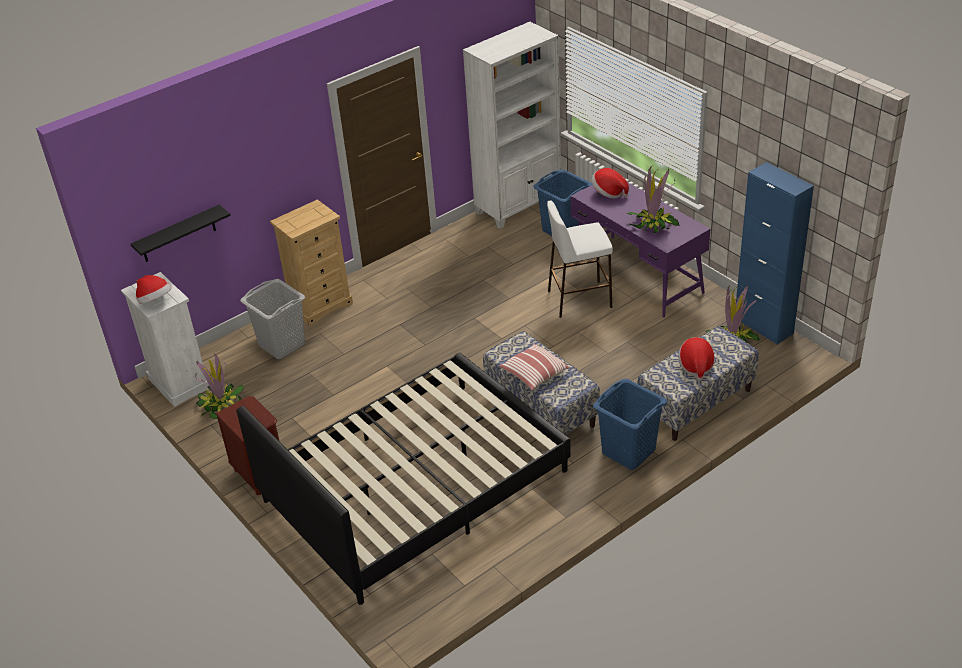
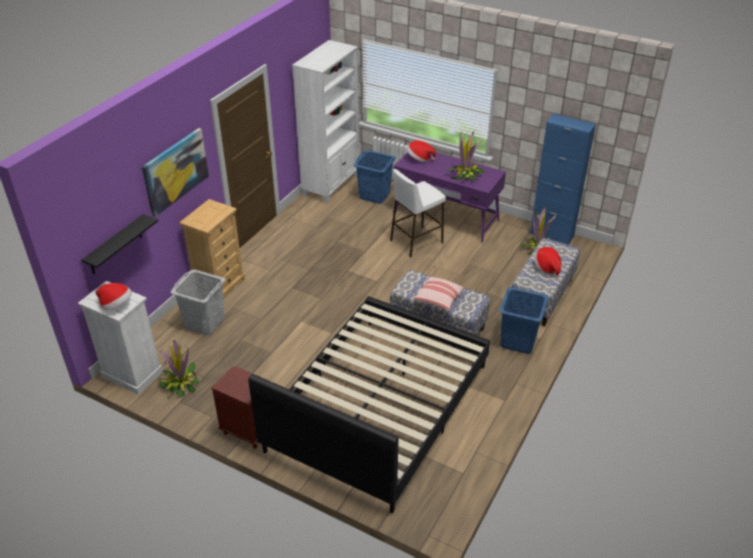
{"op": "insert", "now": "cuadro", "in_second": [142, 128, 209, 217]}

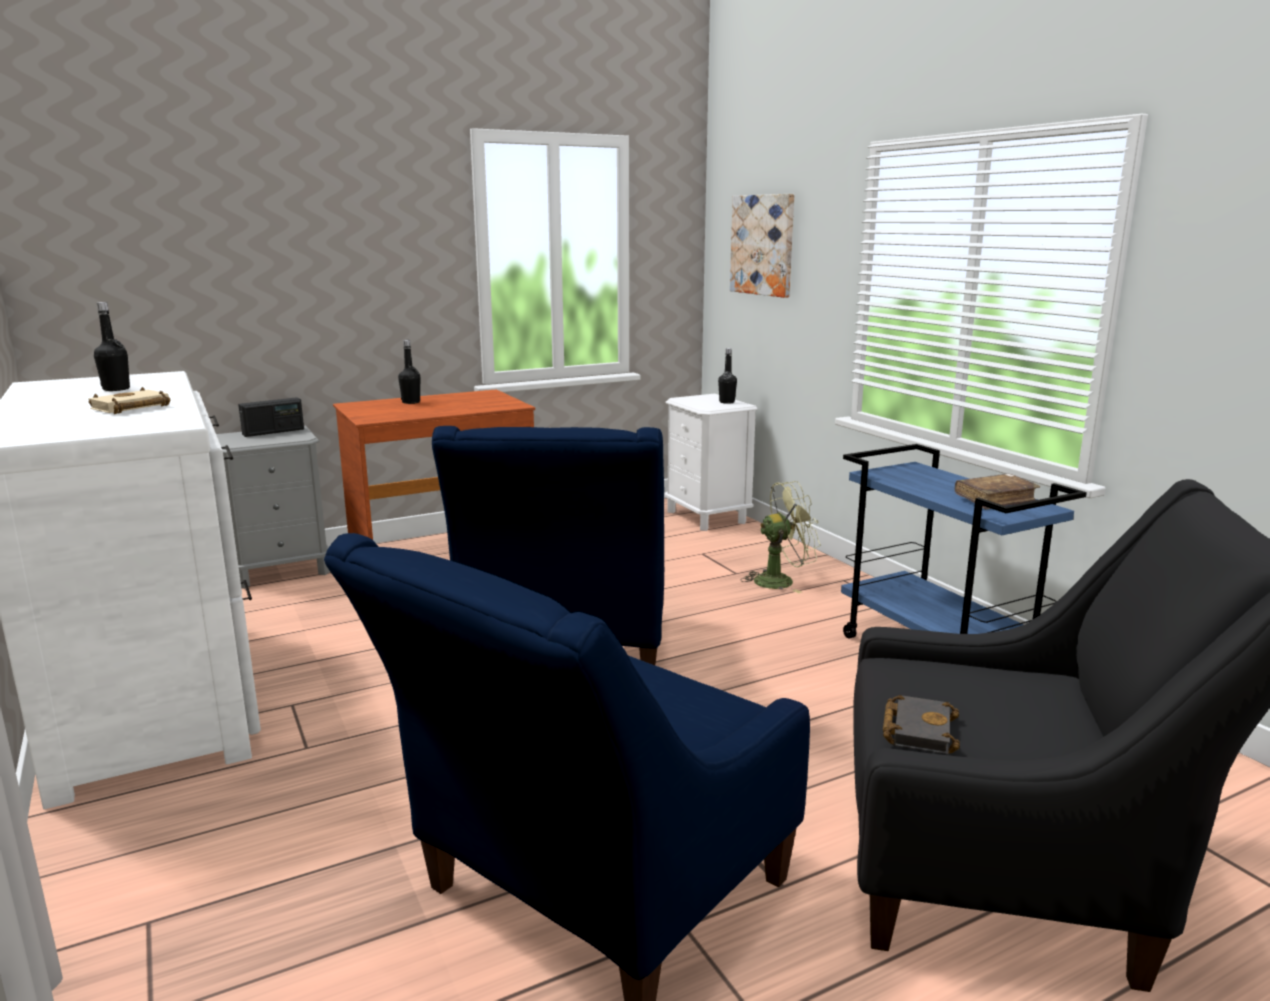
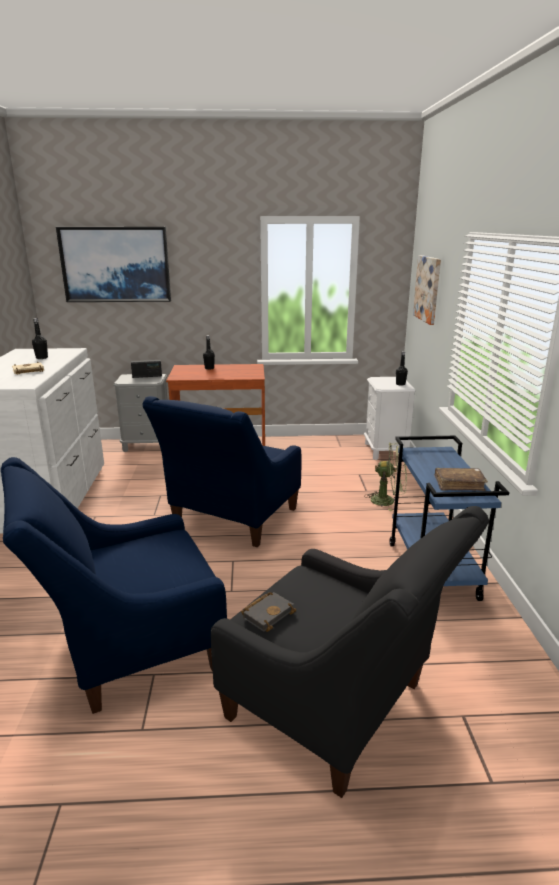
{"op": "insert", "now": "cuadro", "in_second": [56, 227, 171, 302]}

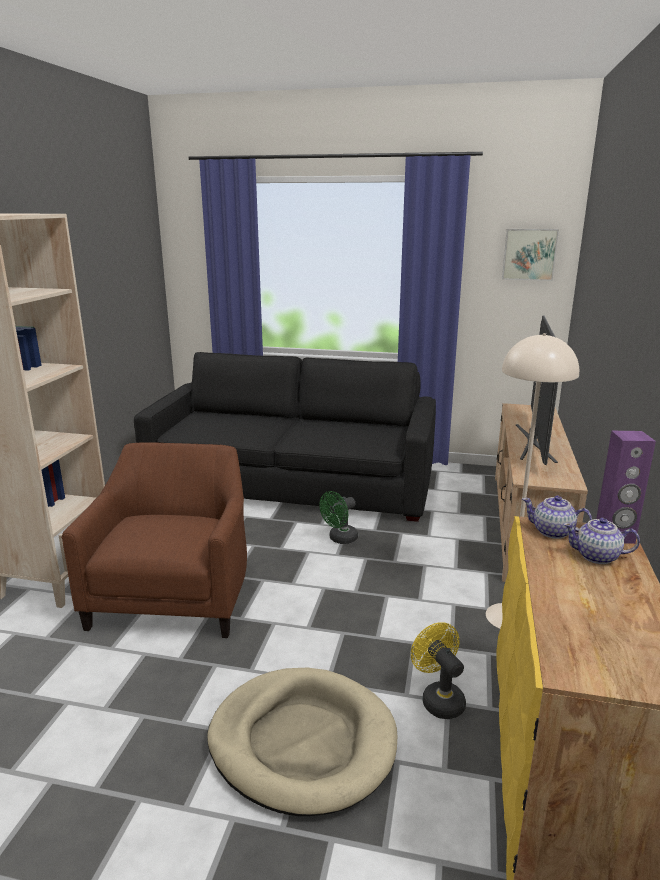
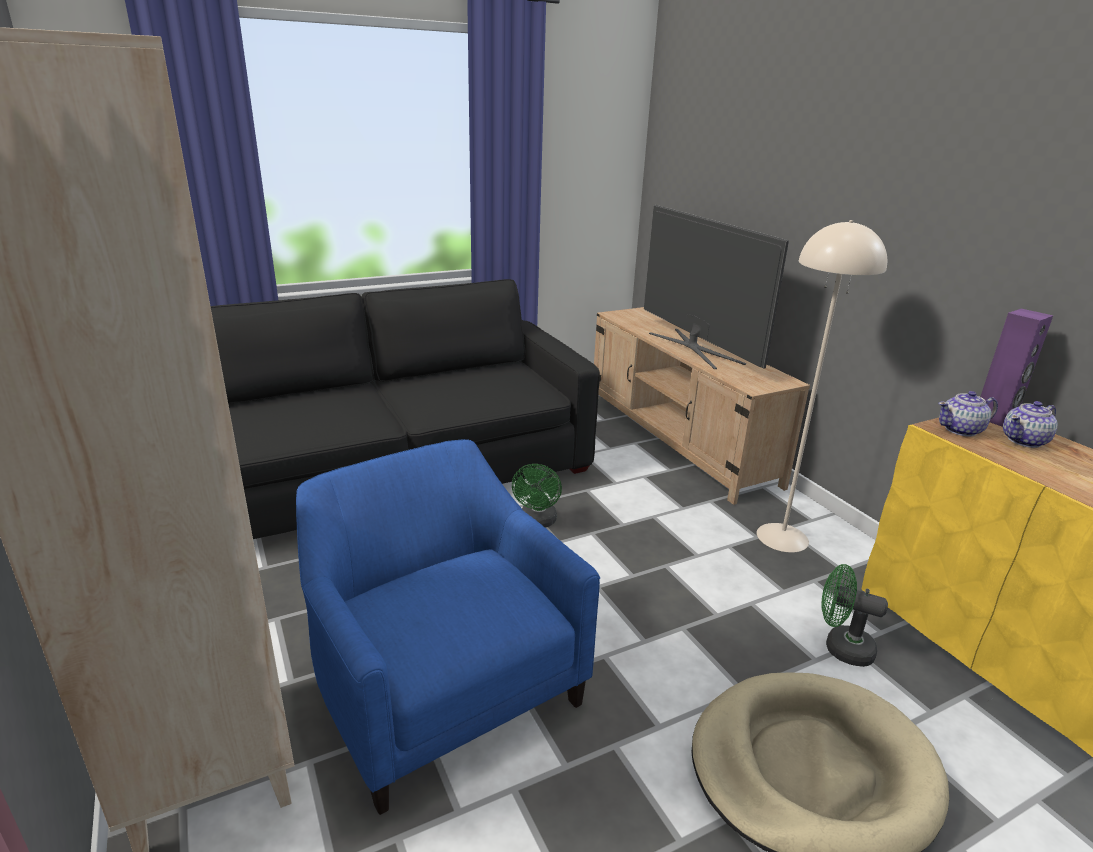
{"op": "delete", "was": "cuadro", "in_first": [502, 229, 559, 281]}
{"op": "recolor", "was": "sillón/marrón", "now": "sillón/azul", "in_first": [61, 442, 247, 638], "in_second": [296, 439, 600, 815]}
{"op": "recolor", "was": "ventilador/amarillo", "now": "ventilador/verde", "in_first": [411, 623, 466, 719], "in_second": [822, 564, 888, 667]}

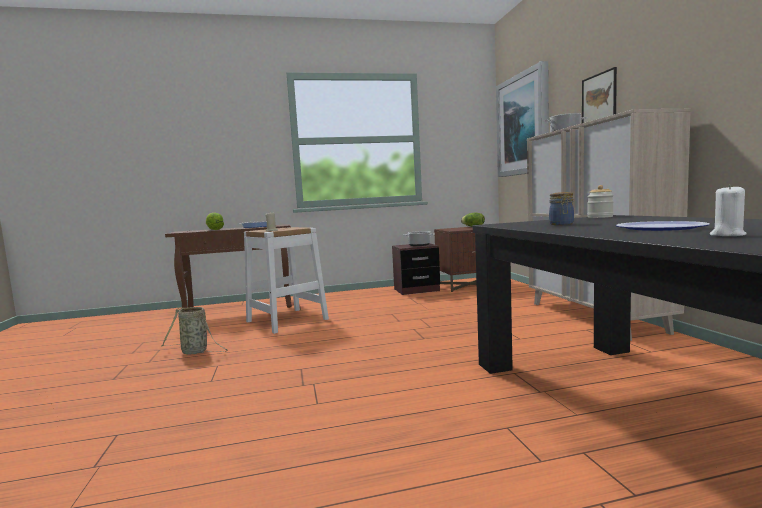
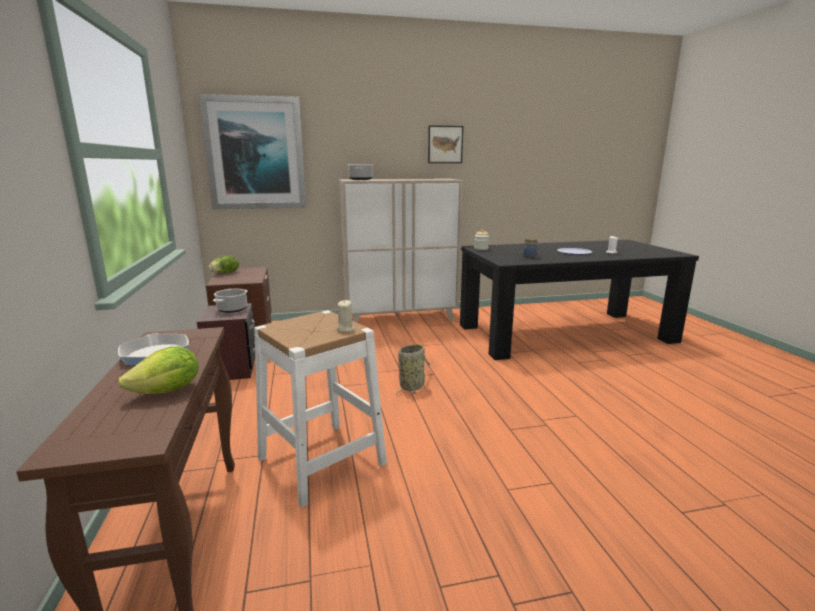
{"op": "move", "was": "cuadro", "in_first": [582, 67, 617, 123], "in_second": [428, 125, 463, 163]}
{"op": "move", "was": "cesta", "in_first": [161, 307, 227, 355], "in_second": [396, 344, 430, 396]}

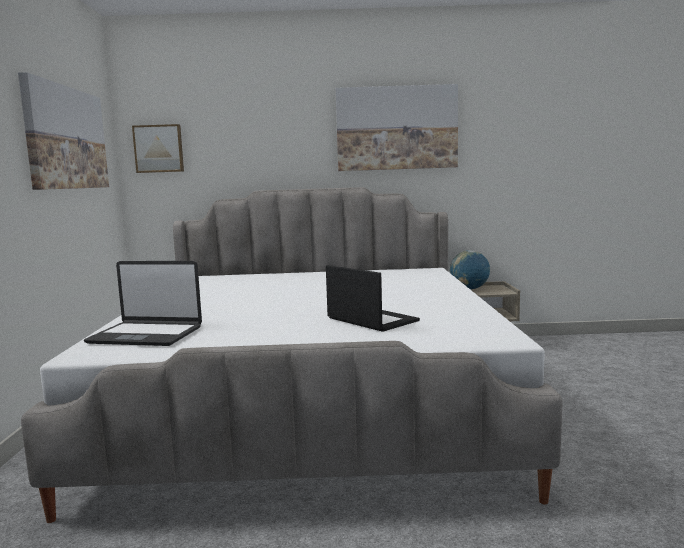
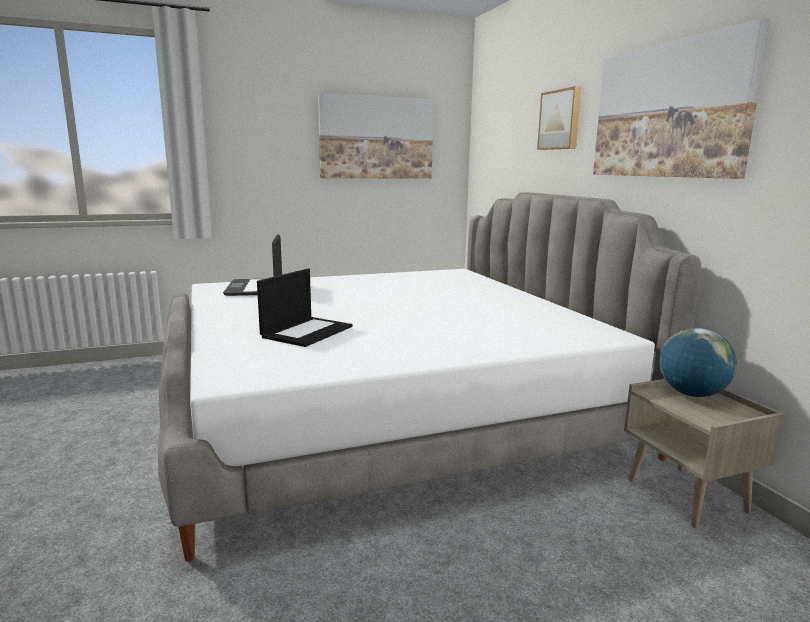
{"op": "move", "was": "cuadro", "in_first": [132, 124, 184, 173], "in_second": [537, 86, 581, 150]}

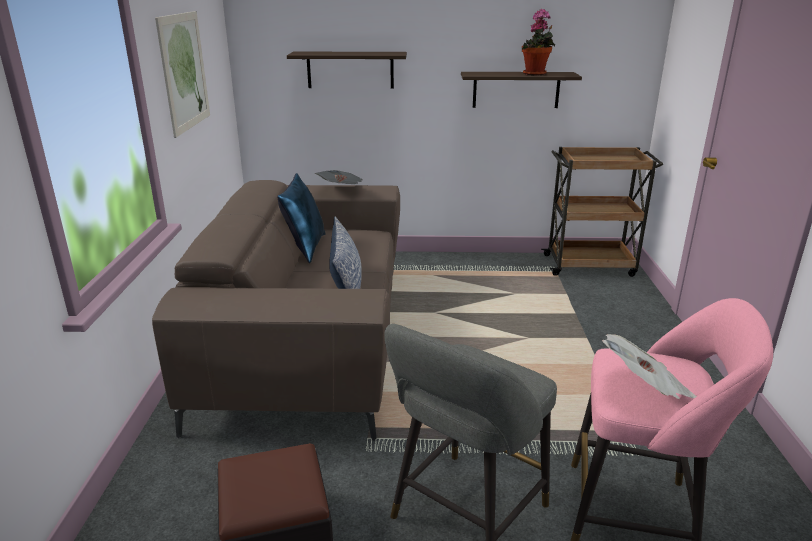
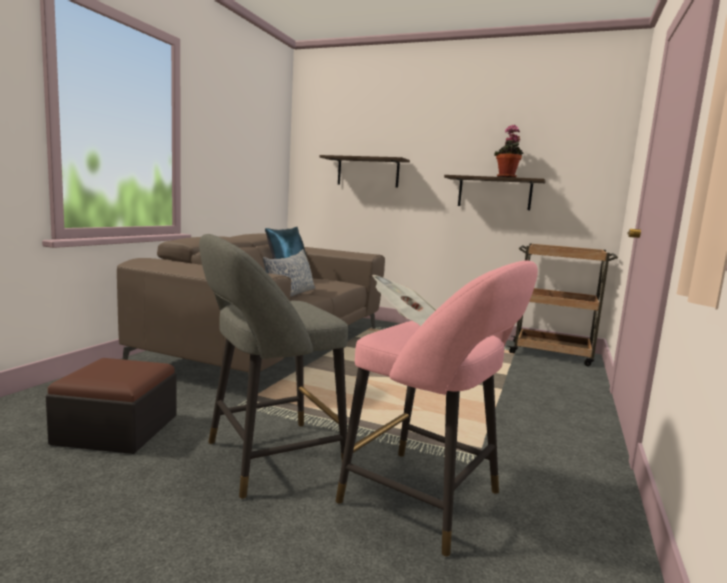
{"op": "delete", "was": "cuadro", "in_first": [155, 11, 210, 138]}
{"op": "delete", "was": "periódico", "in_first": [315, 170, 363, 184]}

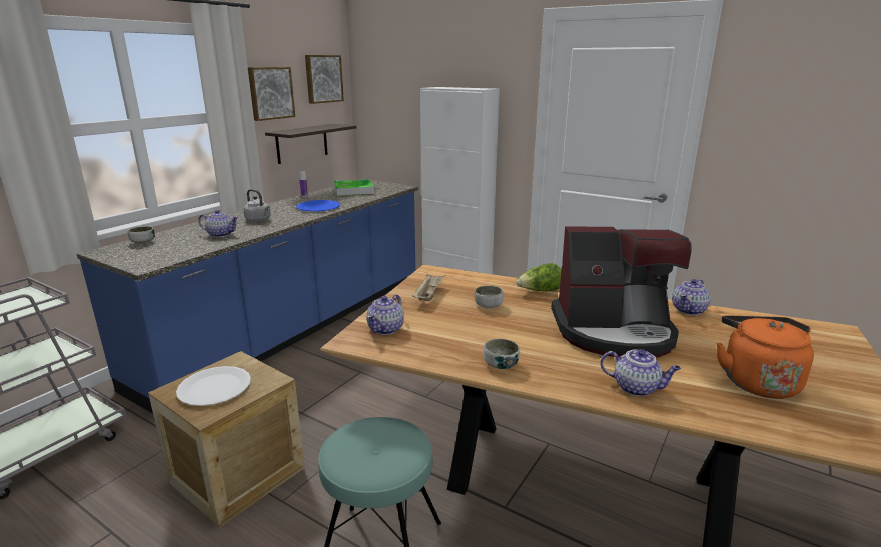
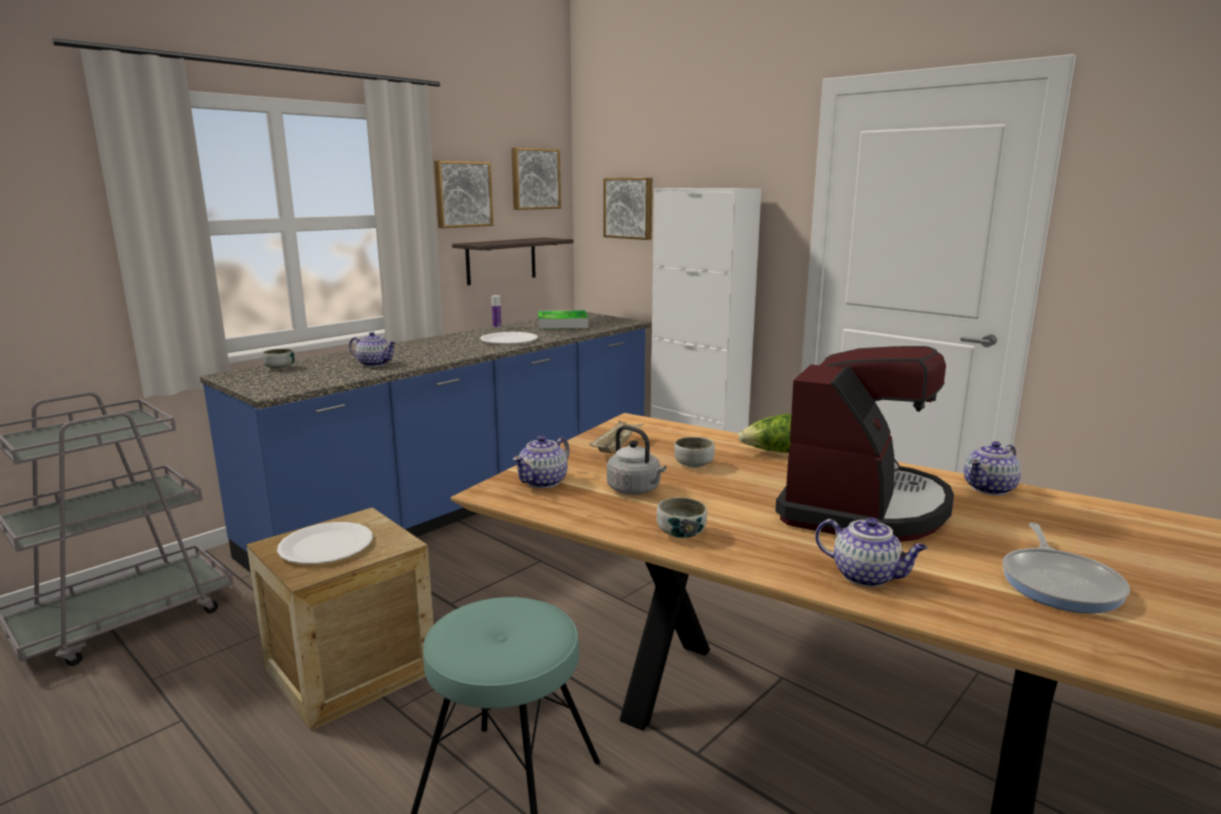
{"op": "move", "was": "hervidor/gris", "in_first": [243, 189, 271, 222], "in_second": [607, 425, 666, 495]}
{"op": "recolor", "was": "plato/azul", "now": "plato/blanco", "in_first": [296, 200, 341, 212], "in_second": [480, 332, 538, 345]}
{"op": "rotate", "was": "cafetera", "in_first": [551, 226, 692, 357], "in_second": [775, 346, 954, 542], "clockwise": -75}
{"op": "replace", "was": "hervidor/naranja", "now": "sartén", "in_first": [716, 315, 814, 399], "in_second": [1002, 523, 1130, 613]}
{"op": "insert", "now": "cuadro", "in_second": [603, 178, 652, 240]}

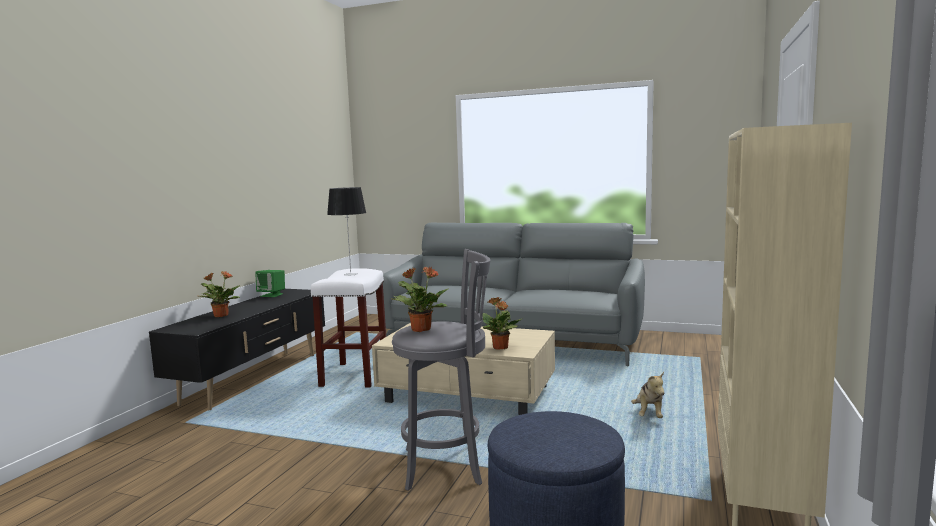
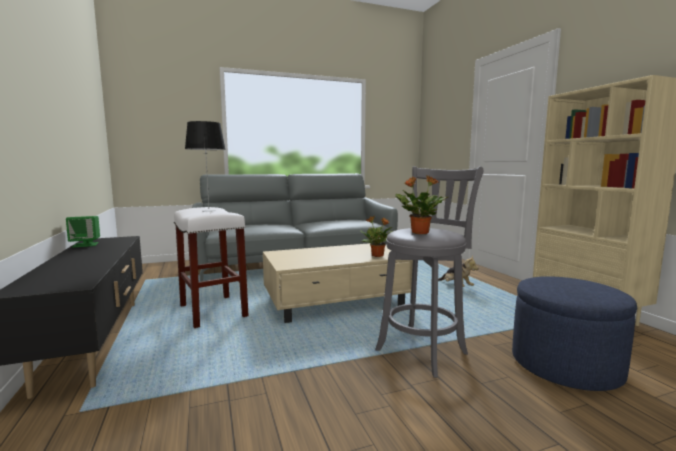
{"op": "delete", "was": "planta en maceta", "in_first": [199, 271, 240, 317]}

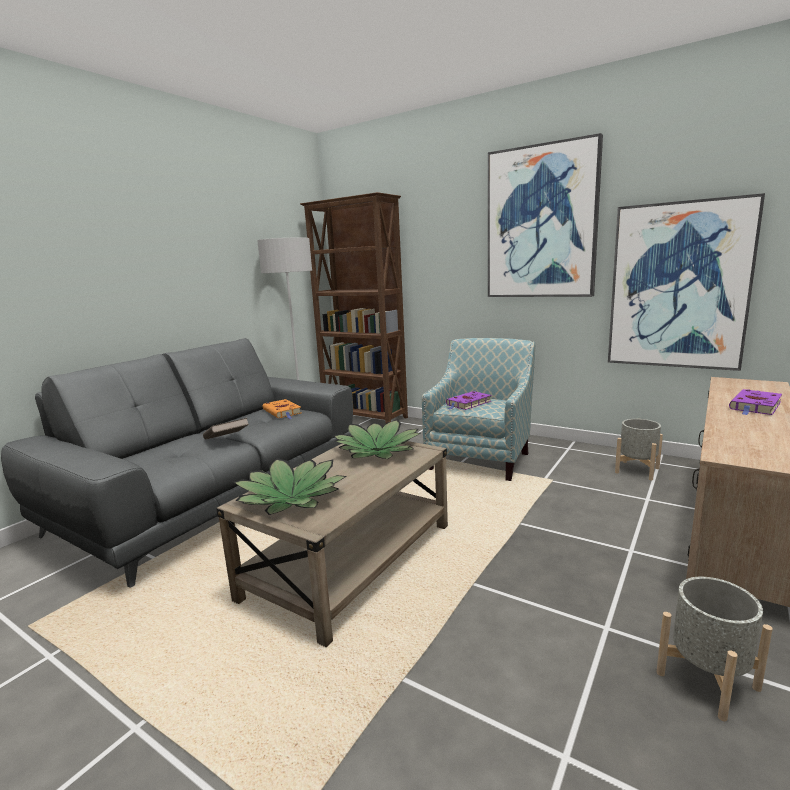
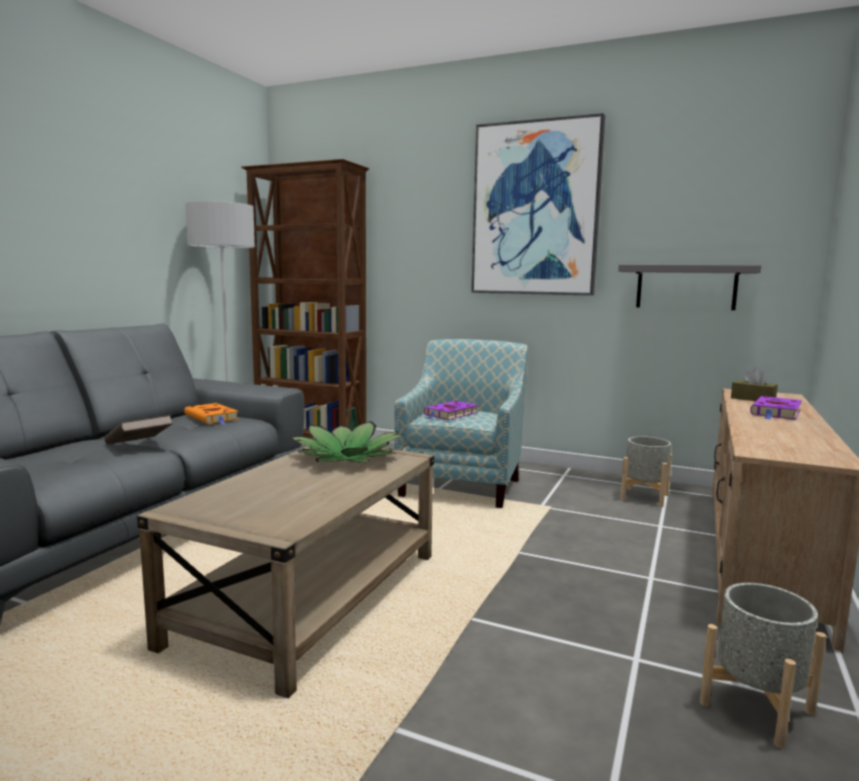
{"op": "replace", "was": "cuadro", "now": "estante/gris", "in_first": [608, 193, 765, 371], "in_second": [618, 264, 761, 310]}
{"op": "delete", "was": "planta en maceta", "in_first": [233, 458, 347, 515]}
{"op": "insert", "now": "caja de pañuelos/marrón", "in_second": [731, 368, 778, 401]}

